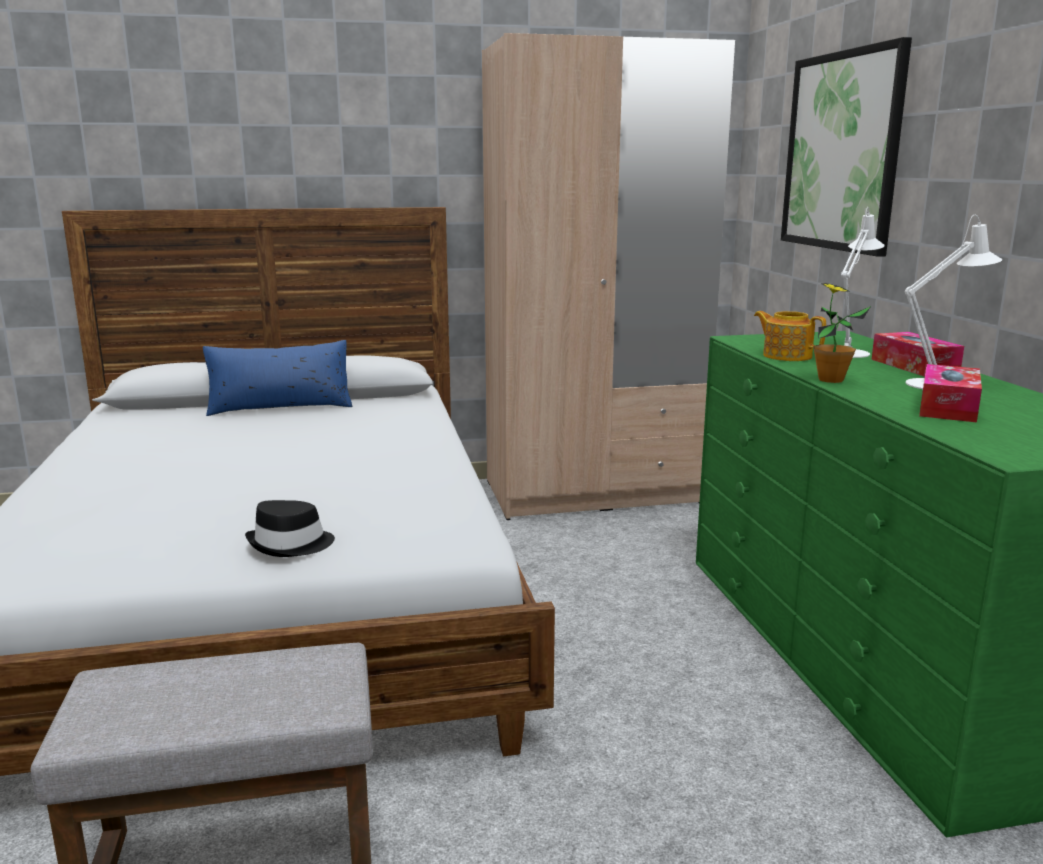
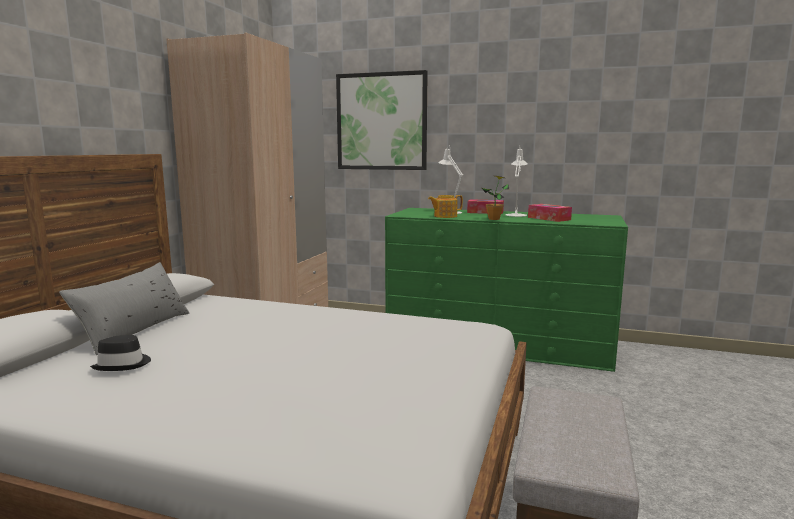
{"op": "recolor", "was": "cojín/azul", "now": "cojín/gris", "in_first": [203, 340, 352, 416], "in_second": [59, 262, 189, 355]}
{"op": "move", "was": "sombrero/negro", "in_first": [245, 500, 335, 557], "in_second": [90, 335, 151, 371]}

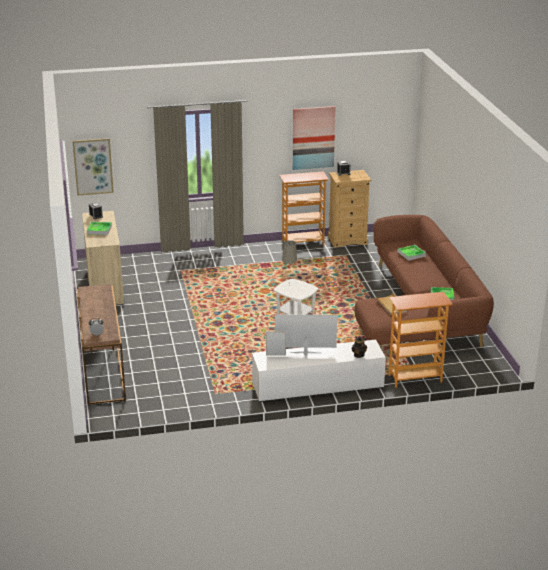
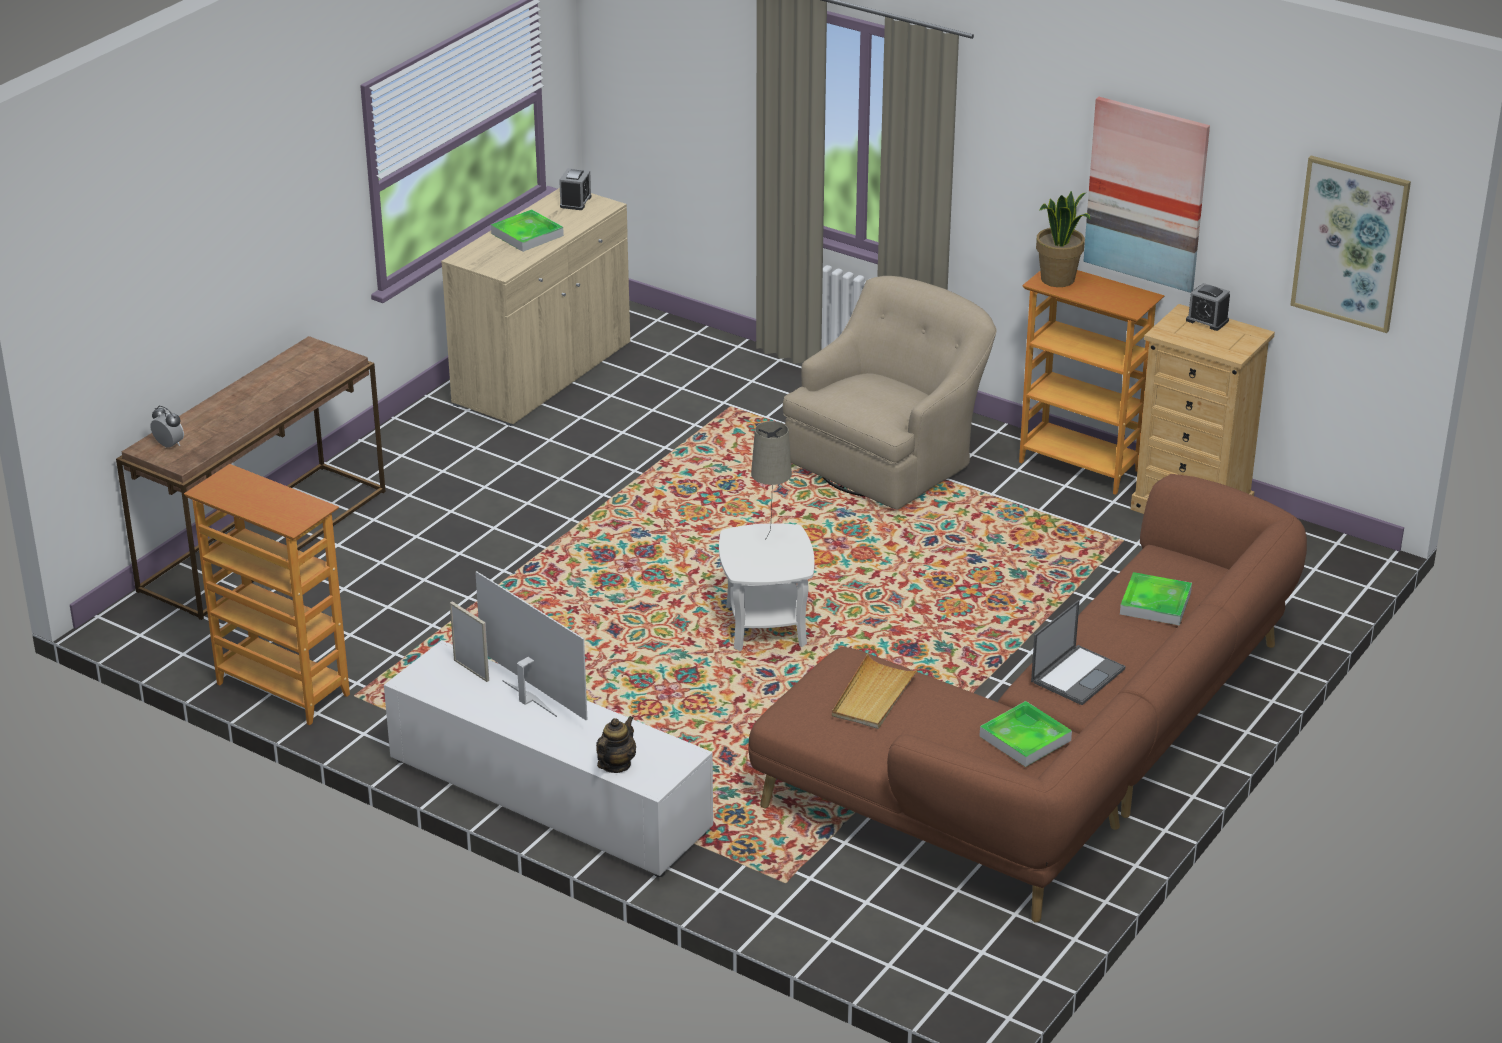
{"op": "move", "was": "cuadro", "in_first": [72, 138, 114, 196], "in_second": [1290, 156, 1411, 333]}
{"op": "move", "was": "estantería", "in_first": [389, 292, 452, 388], "in_second": [184, 464, 350, 725]}
{"op": "insert", "now": "planta en maceta", "in_second": [1036, 191, 1091, 287]}
{"op": "insert", "now": "sillón/beis", "in_second": [783, 276, 997, 510]}
{"op": "insert", "now": "portátil", "in_second": [1031, 600, 1126, 705]}

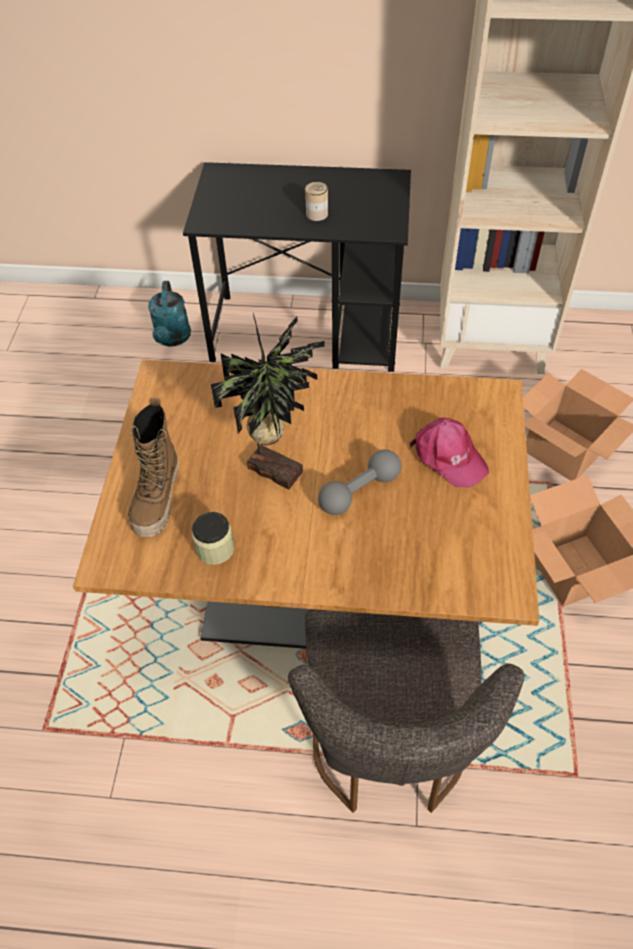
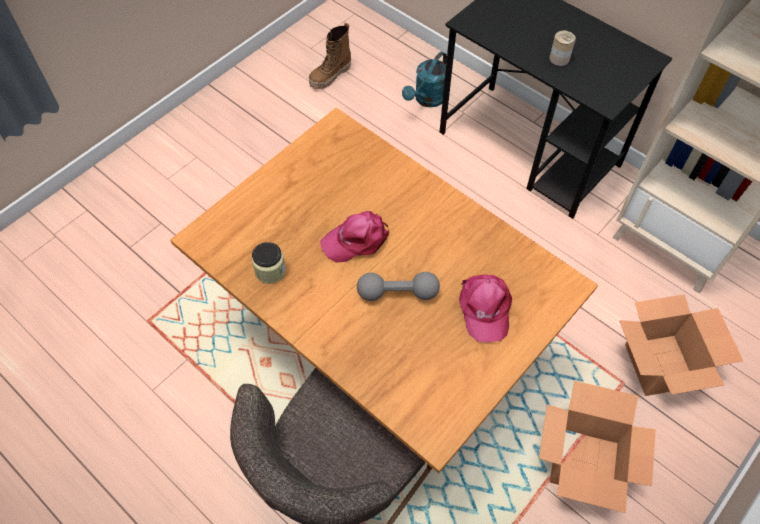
{"op": "replace", "was": "planta en maceta", "now": "gorra/rosa", "in_first": [211, 313, 325, 490], "in_second": [320, 211, 389, 263]}
{"op": "move", "was": "bota", "in_first": [128, 398, 178, 537], "in_second": [309, 23, 351, 89]}

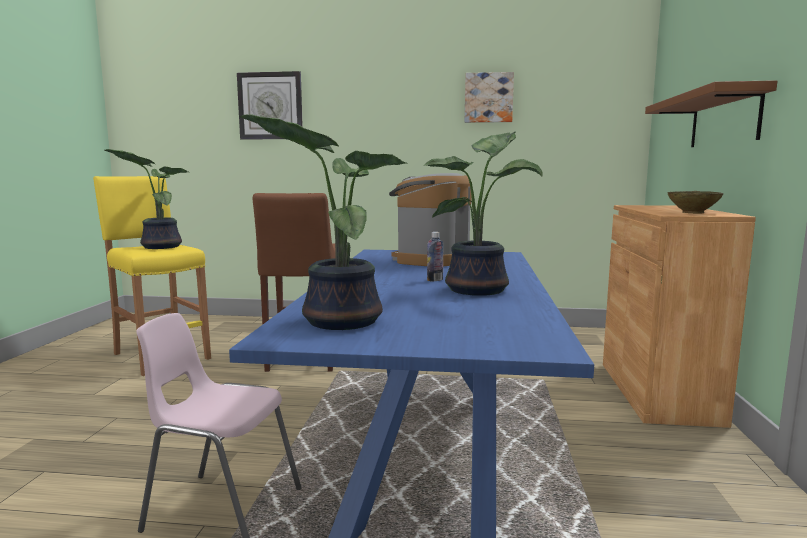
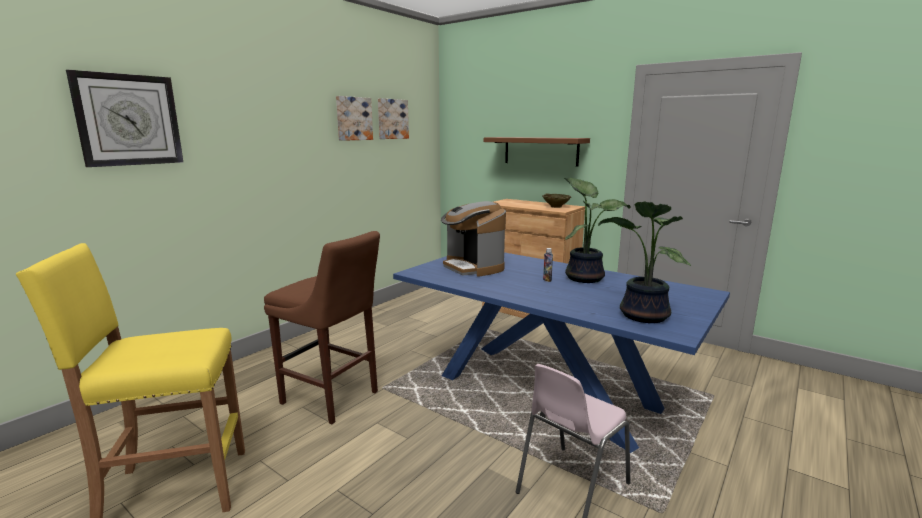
{"op": "delete", "was": "planta en maceta", "in_first": [104, 149, 188, 249]}
{"op": "insert", "now": "cuadro", "in_second": [378, 98, 409, 139]}

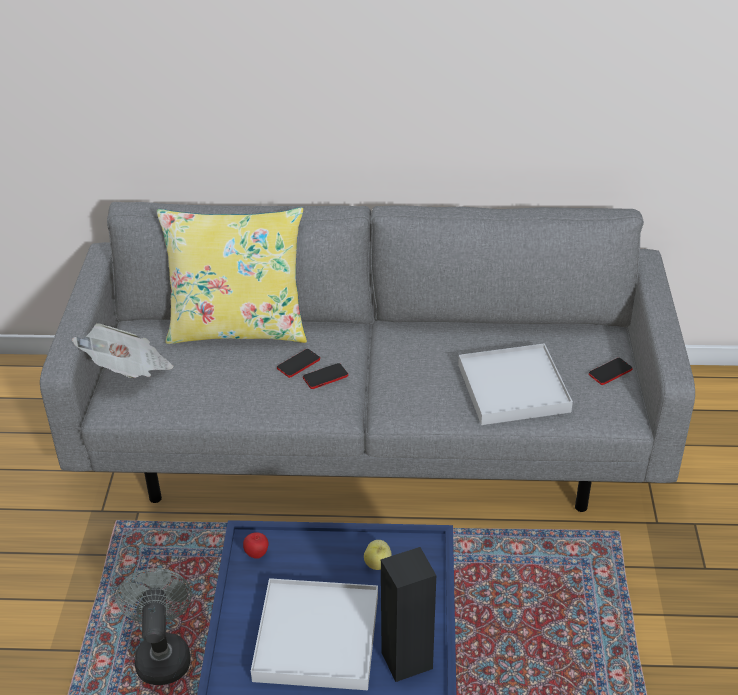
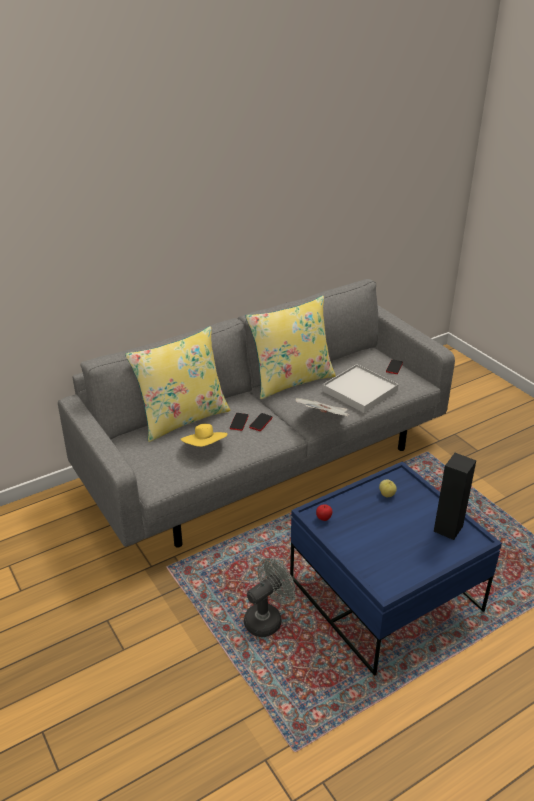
{"op": "move", "was": "periódico", "in_first": [72, 323, 173, 378], "in_second": [295, 398, 349, 416]}
{"op": "rotate", "was": "ventilador/gris", "in_first": [116, 568, 192, 685], "in_second": [244, 558, 296, 637], "clockwise": 90}
{"op": "delete", "was": "bandeja/blanco", "in_first": [251, 578, 378, 690]}
{"op": "insert", "now": "cojín/amarillo", "in_second": [246, 296, 336, 399]}
{"op": "insert", "now": "sombrero/amarillo", "in_second": [180, 424, 228, 447]}

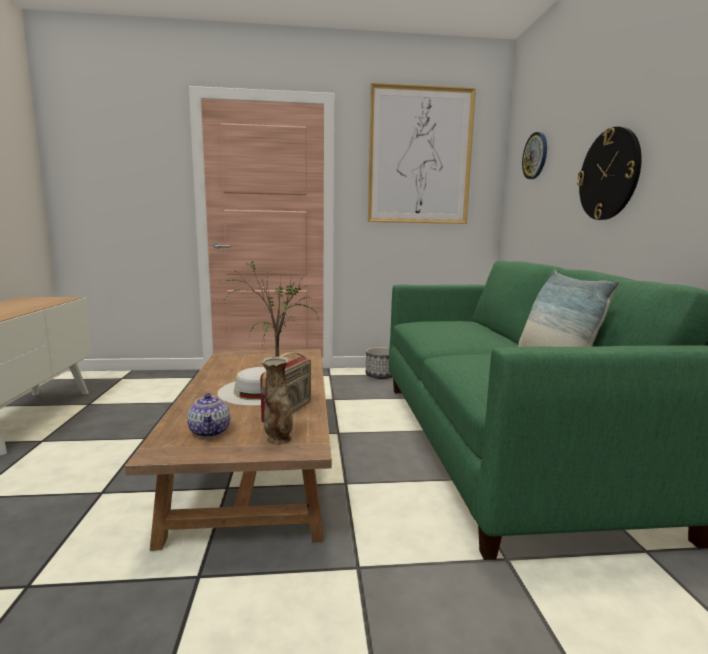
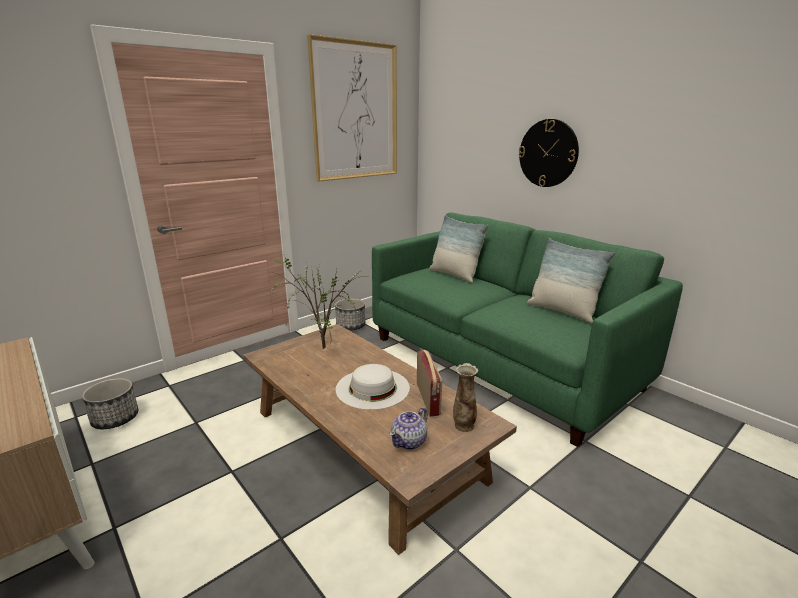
{"op": "delete", "was": "reloj de pared", "in_first": [522, 132, 547, 179]}
{"op": "rotate", "was": "tetera", "in_first": [187, 393, 231, 438], "in_second": [389, 407, 428, 450], "clockwise": 90}
{"op": "insert", "now": "cojín", "in_second": [429, 215, 489, 283]}
{"op": "insert", "now": "maceta", "in_second": [82, 378, 138, 429]}

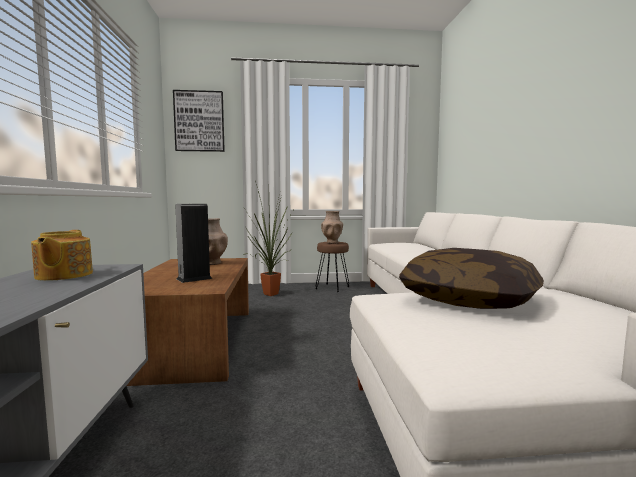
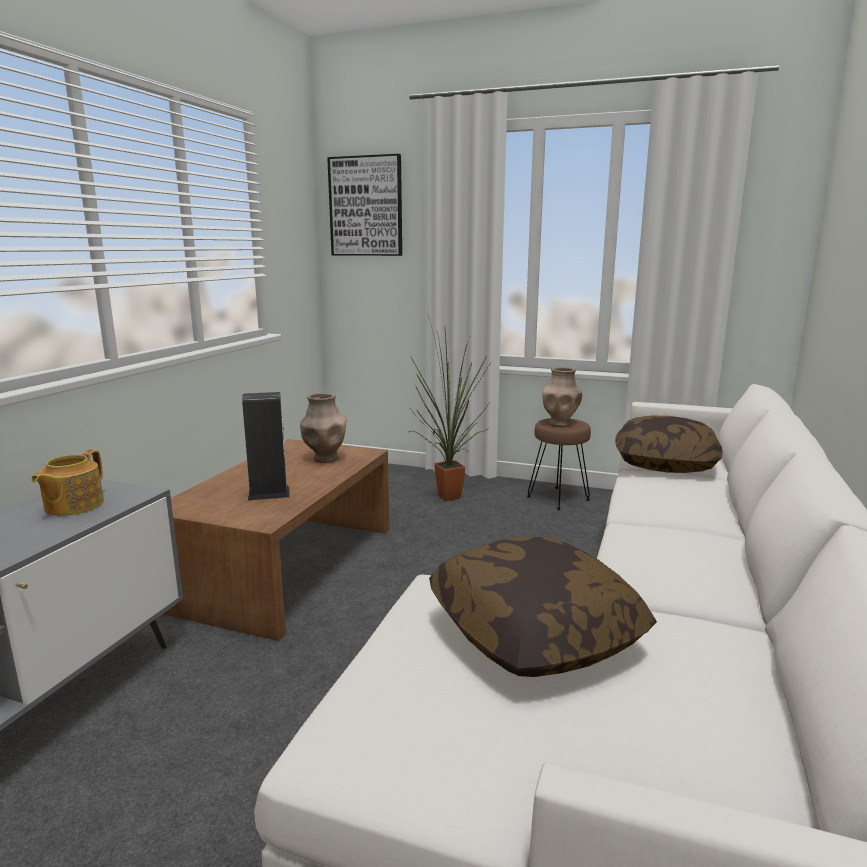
{"op": "insert", "now": "cojín", "in_second": [615, 416, 723, 473]}

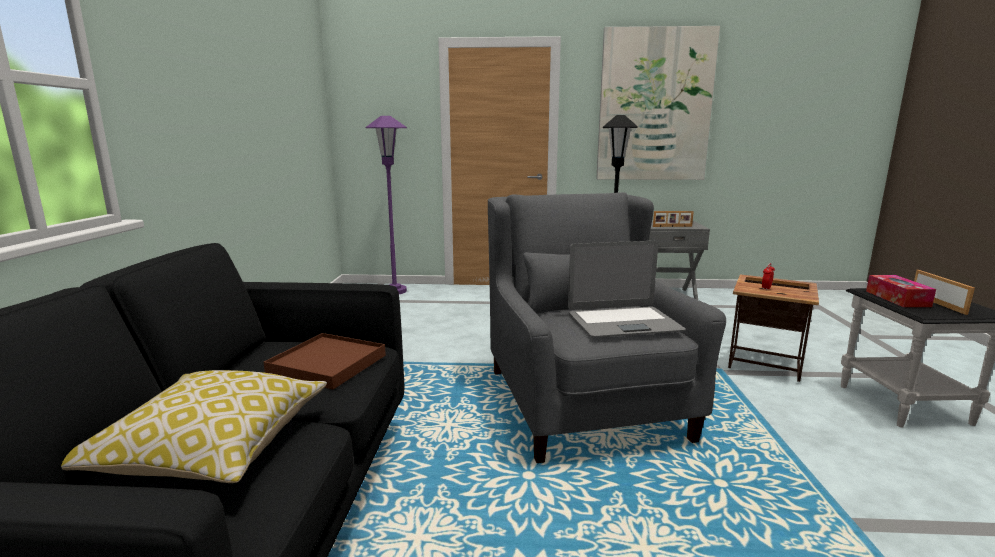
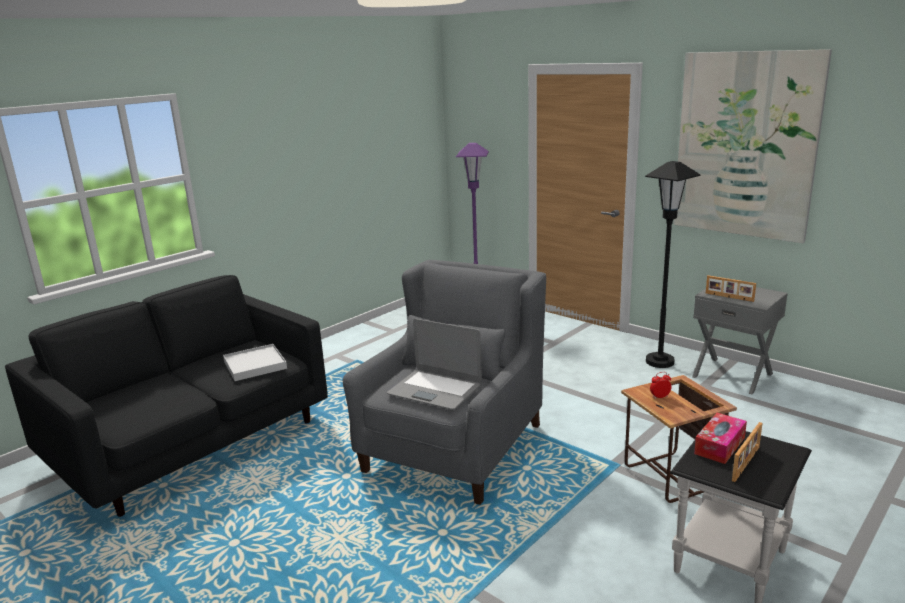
{"op": "recolor", "was": "bandeja/marrón", "now": "bandeja/blanco", "in_first": [264, 333, 386, 389], "in_second": [223, 344, 287, 381]}
{"op": "delete", "was": "cojín", "in_first": [61, 370, 327, 483]}

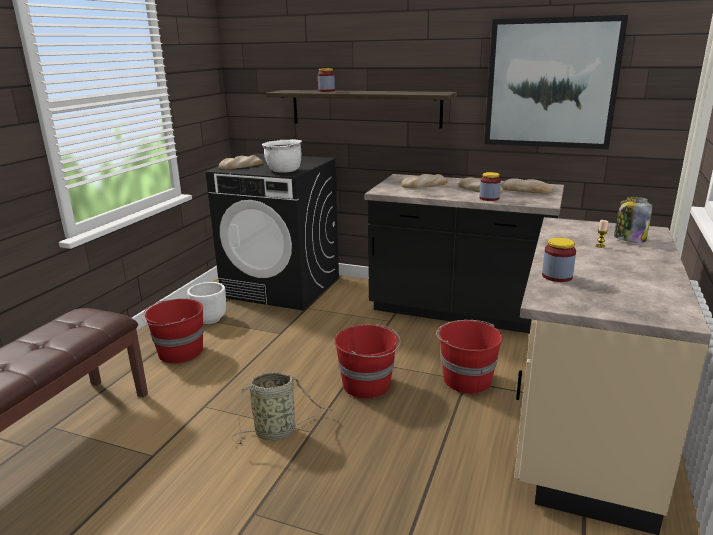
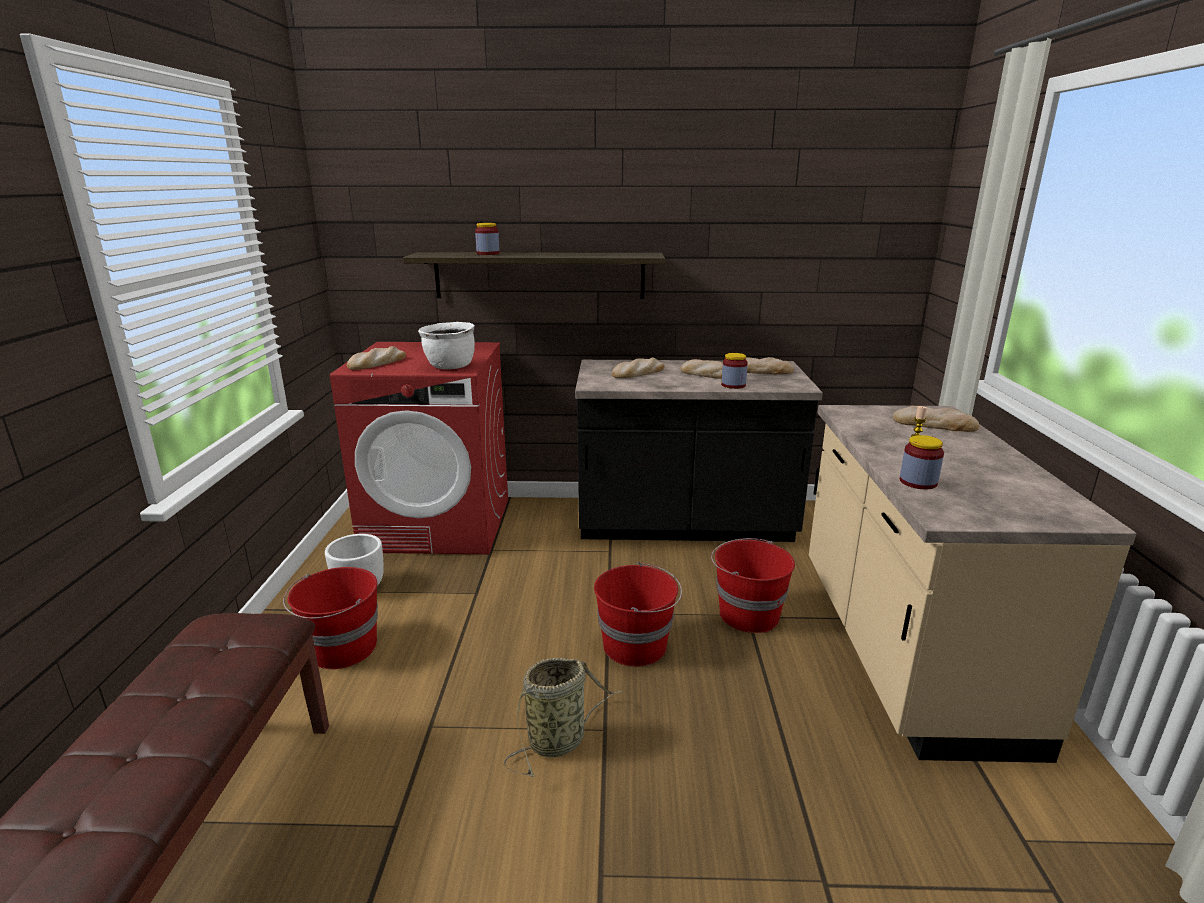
{"op": "delete", "was": "cuadro", "in_first": [484, 15, 628, 149]}
{"op": "recolor", "was": "lavadora/negro", "now": "lavadora/rojo", "in_first": [206, 153, 339, 311], "in_second": [330, 342, 508, 554]}
{"op": "replace", "was": "tarro", "now": "pan", "in_first": [614, 196, 652, 243], "in_second": [893, 406, 980, 432]}

